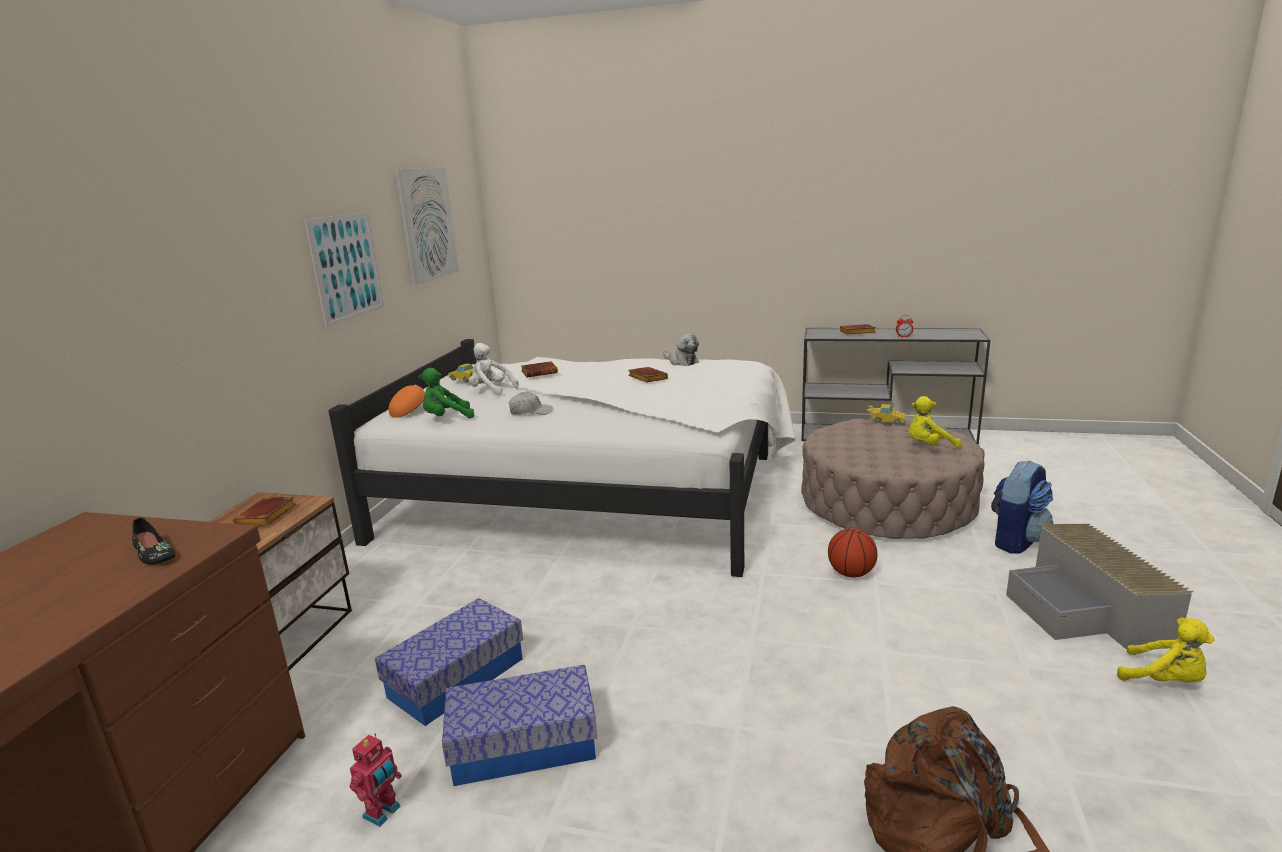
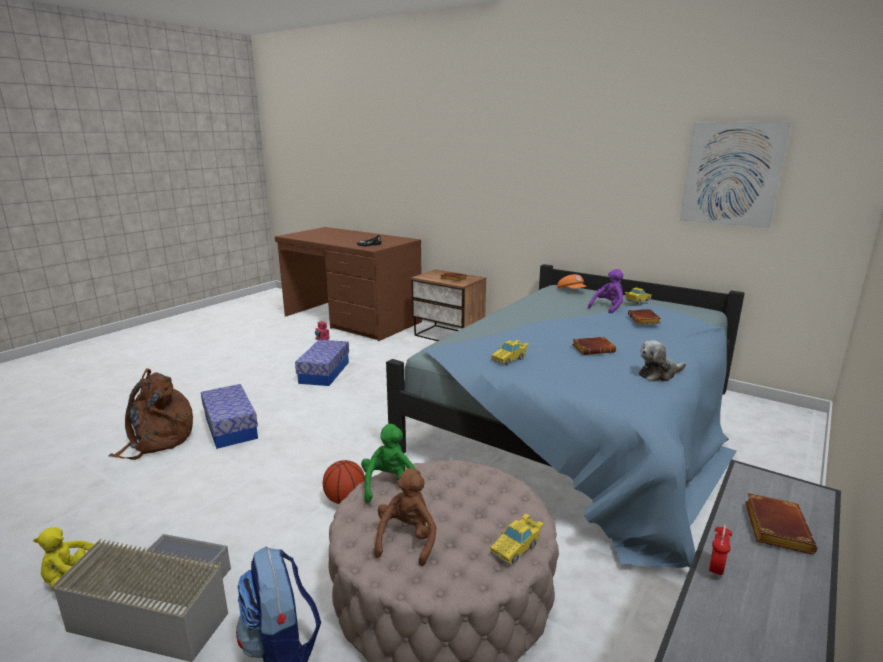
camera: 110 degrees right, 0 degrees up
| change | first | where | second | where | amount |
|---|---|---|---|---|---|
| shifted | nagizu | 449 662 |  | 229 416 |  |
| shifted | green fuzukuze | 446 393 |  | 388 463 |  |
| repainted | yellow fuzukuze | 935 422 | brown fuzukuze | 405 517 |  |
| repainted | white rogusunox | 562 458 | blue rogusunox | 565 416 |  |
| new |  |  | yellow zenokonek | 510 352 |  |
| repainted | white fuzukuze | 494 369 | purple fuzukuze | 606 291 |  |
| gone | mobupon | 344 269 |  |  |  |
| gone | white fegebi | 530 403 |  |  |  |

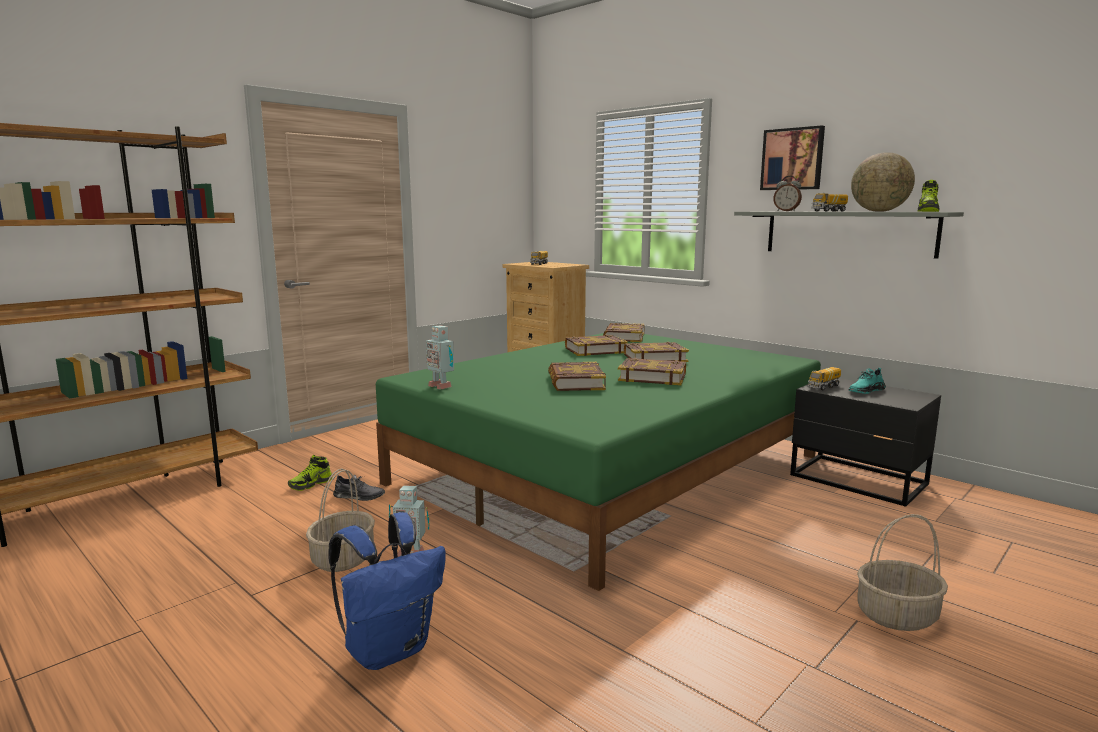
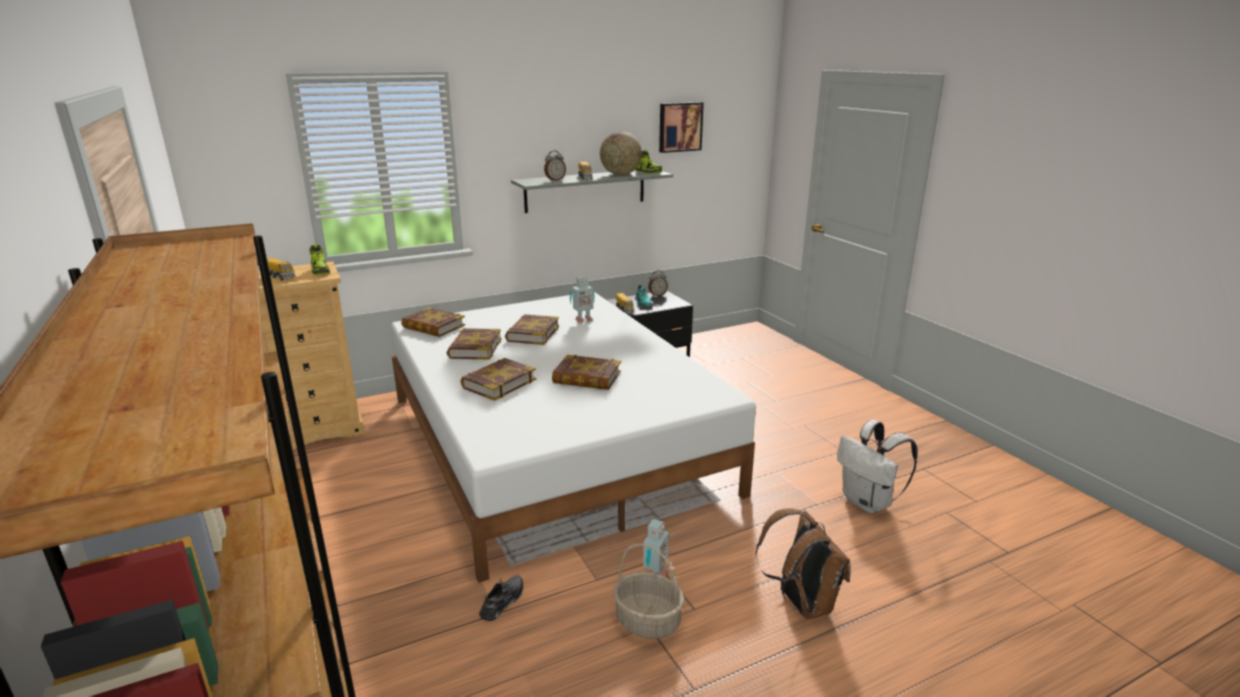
camera: 70 degrees left, 10 degrees up
| change | first | where | second | where | amount |
|---|---|---|---|---|---|
| shifted | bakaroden | 310 473 |  | 320 259 |  |
| repainted | green rogusunox | 598 462 | white rogusunox | 573 437 |  |
| shifted | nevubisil | 652 371 |  | 498 379 |  |
| shifted | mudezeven | 440 357 |  | 582 299 |  |
| new |  |  | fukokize | 658 283 |  |
| shifted | mobupon | 792 157 |  | 681 127 |  |
| repainted | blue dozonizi | 387 591 | brown dozonizi | 803 563 |  |
| new |  |  | white dozonizi | 877 466 |  |
| gone | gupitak | 902 572 |  |  |  |

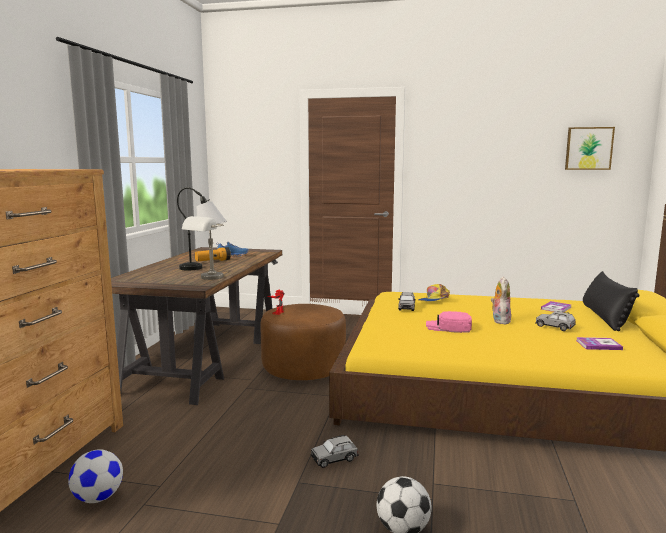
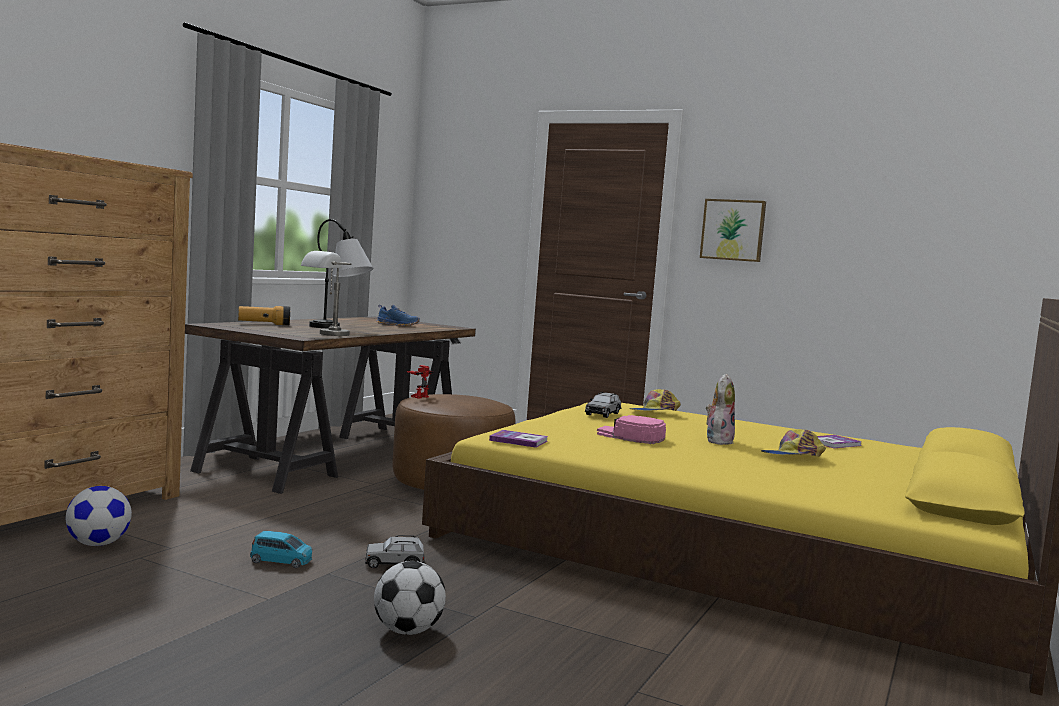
camera: 15 degrees right, 5 degrees down
| change | first | where | second | where | amount |
|---|---|---|---|---|---|
| shifted | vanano | 213 254 |  | 264 315 |  |
| new |  |  | blue zenokonek | 281 549 |  |
| shifted | nevubisil | 599 343 |  | 518 439 |  |
| shifted | mobupon | 590 148 |  | 733 230 |  |
| swapped | grey zenokonek | 555 321 | fegebi | 793 443 |  |
| gone | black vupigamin | 611 301 |  |  |  |

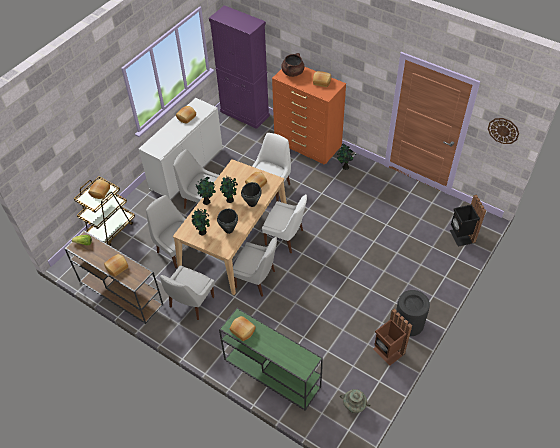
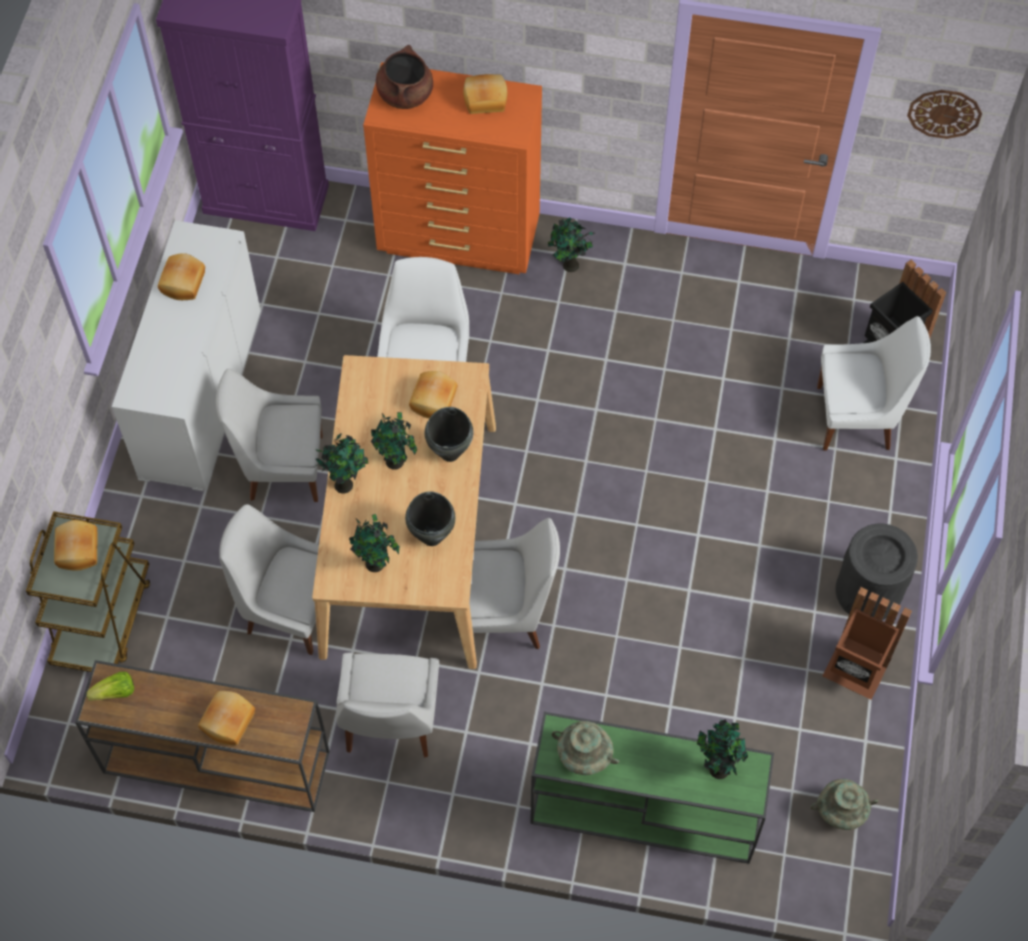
camera: 25 degrees left, 10 degrees up
| change | first | where | second | where | amount |
|---|---|---|---|---|---|
| swapped | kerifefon | 243 328 | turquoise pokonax | 585 748 |  |
| new |  |  | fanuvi | 722 749 |  |
| shifted | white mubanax | 284 223 |  | 874 383 |  |

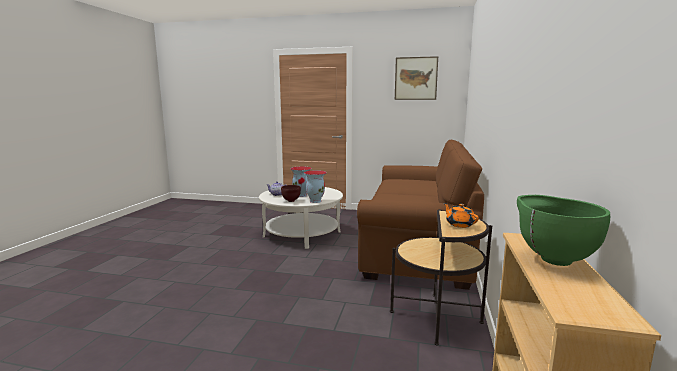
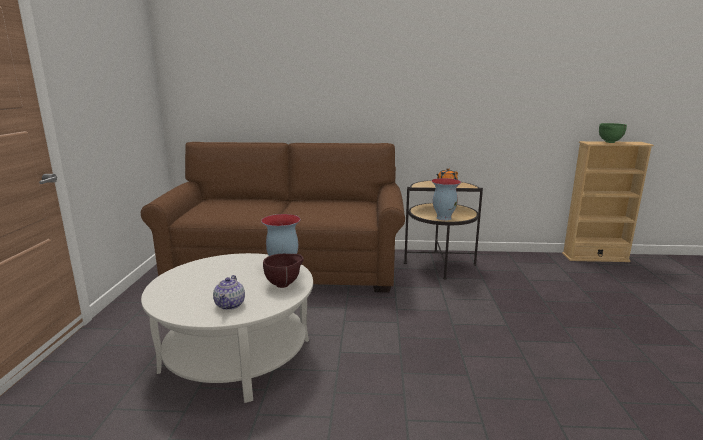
camera: 100 degrees left, 5 degrees up
| change | first | where | second | where | amount |
|---|---|---|---|---|---|
| shifted | pokonax | 301 182 |  | 446 199 |  |
| gone | mobupon | 416 78 |  |  |  |

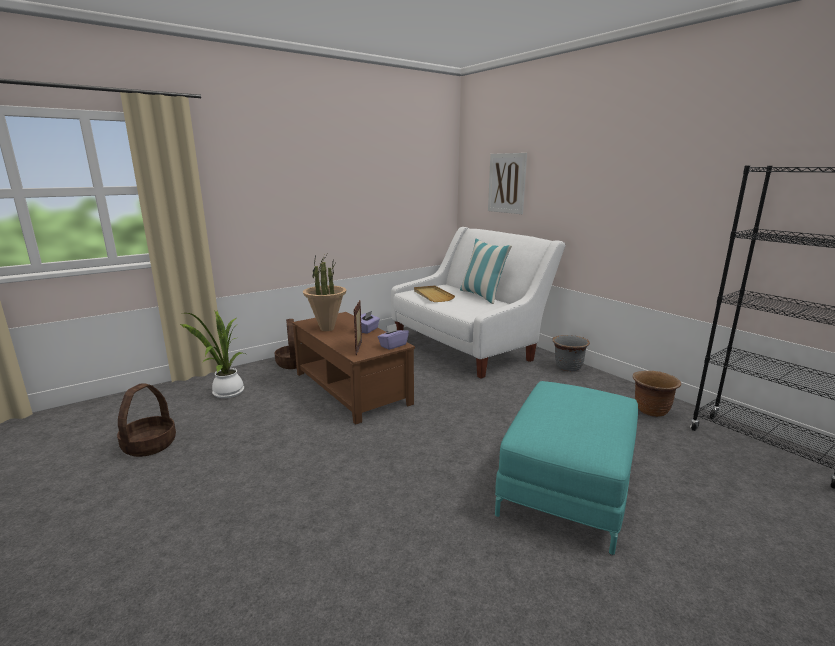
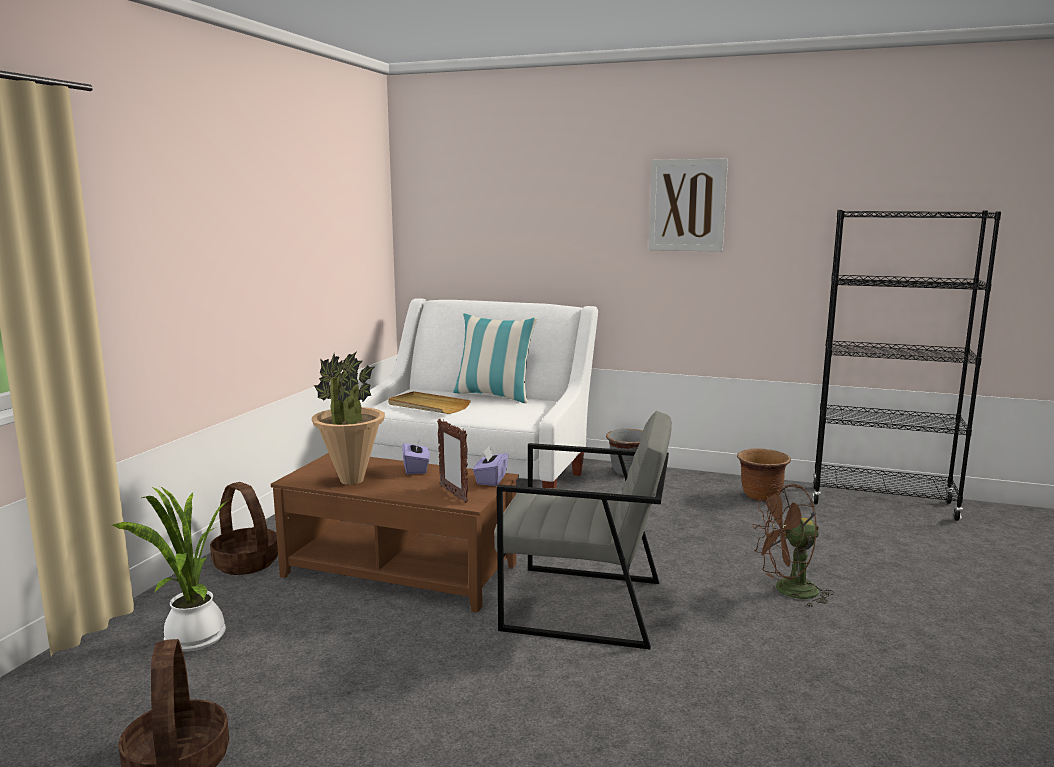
camera: 35 degrees left, 5 degrees down
| change | first | where | second | where | amount |
|---|---|---|---|---|---|
| new |  |  | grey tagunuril | 583 530 |  |
| shifted | mobupon | 507 183 |  | 688 205 |  |
| swapped | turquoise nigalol | 566 468 | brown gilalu | 793 546 |  |

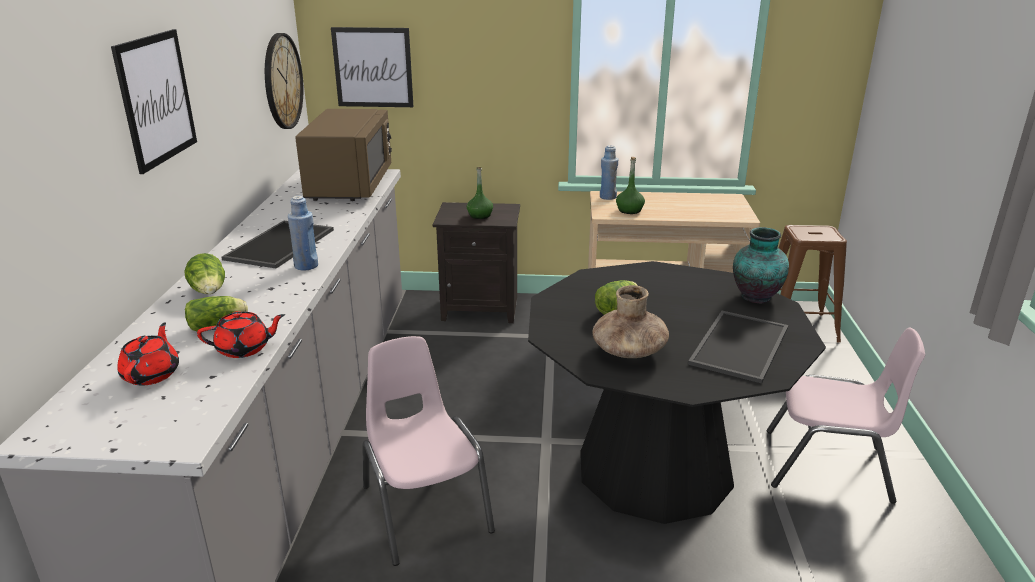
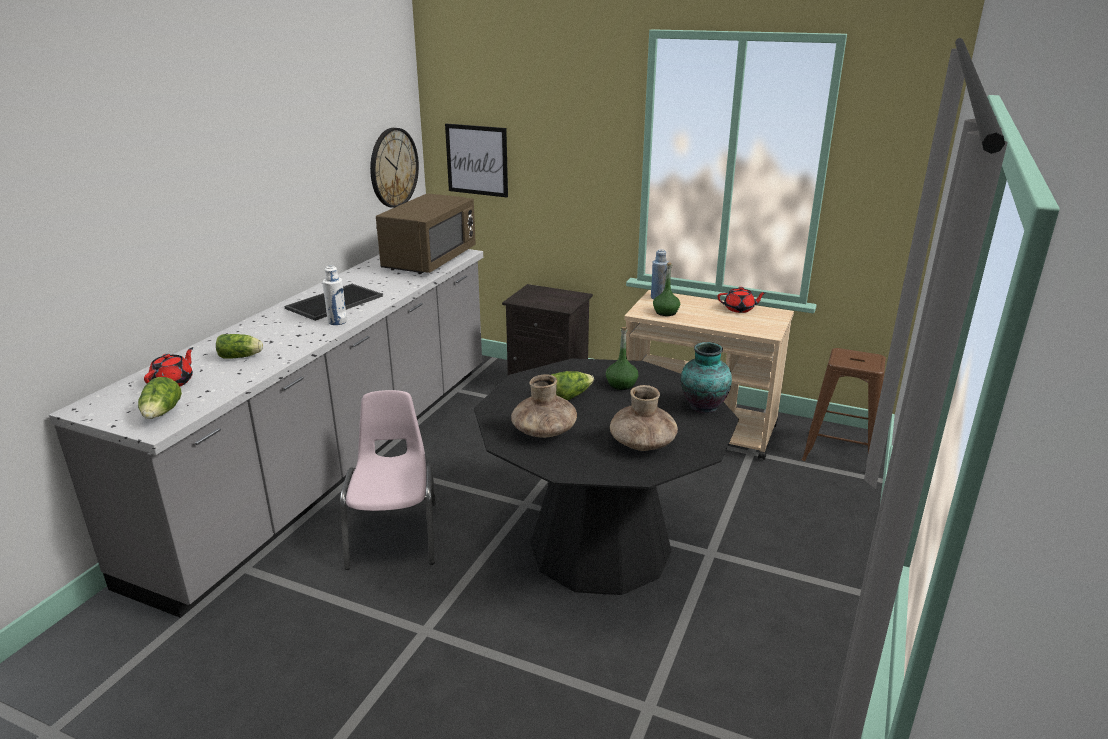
camera: 20 degrees right, 0 degrees up
| change | first | where | second | where | amount |
|---|---|---|---|---|---|
| shifted | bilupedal | 204 273 |  | 160 398 |  |
| repainted | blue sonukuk | 303 233 | white sonukuk | 334 295 |  |
| shifted | green sonukuk | 480 192 |  | 622 358 |  |
| swapped | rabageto | 738 347 | brown pokonax | 644 418 |  |
| shifted | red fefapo | 241 334 |  | 742 300 |  |
| gone | mobupon | 154 101 |  |  |  |
| gone | pink mubanax | 846 415 |  |  |  |

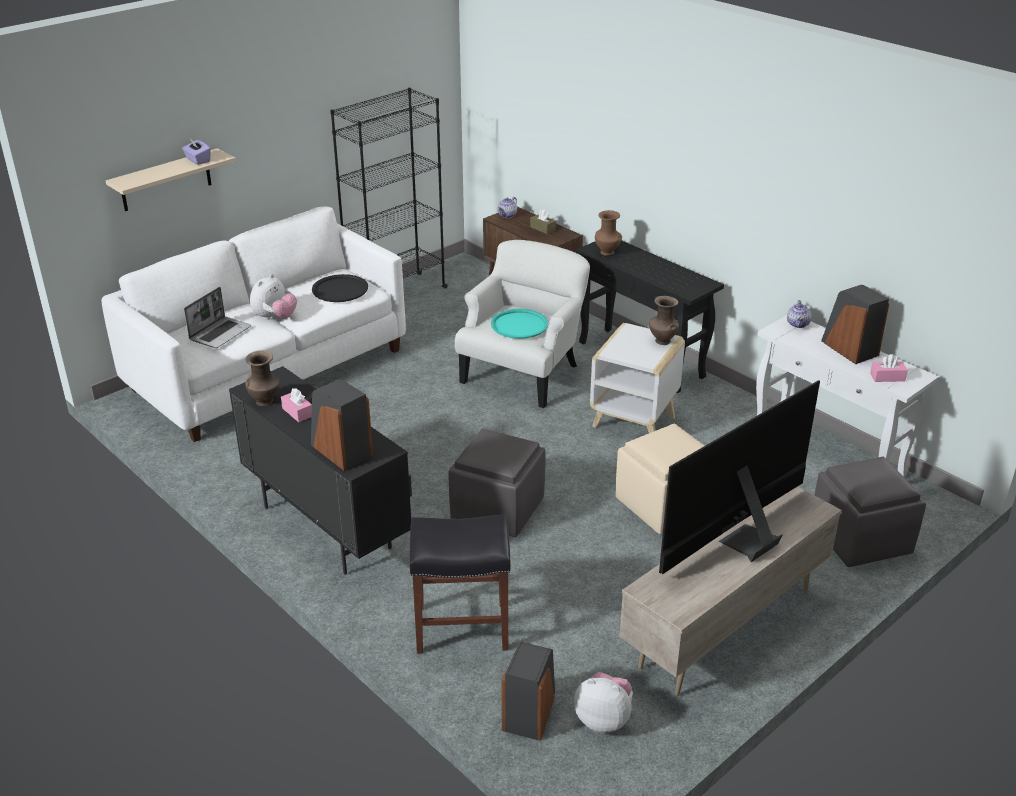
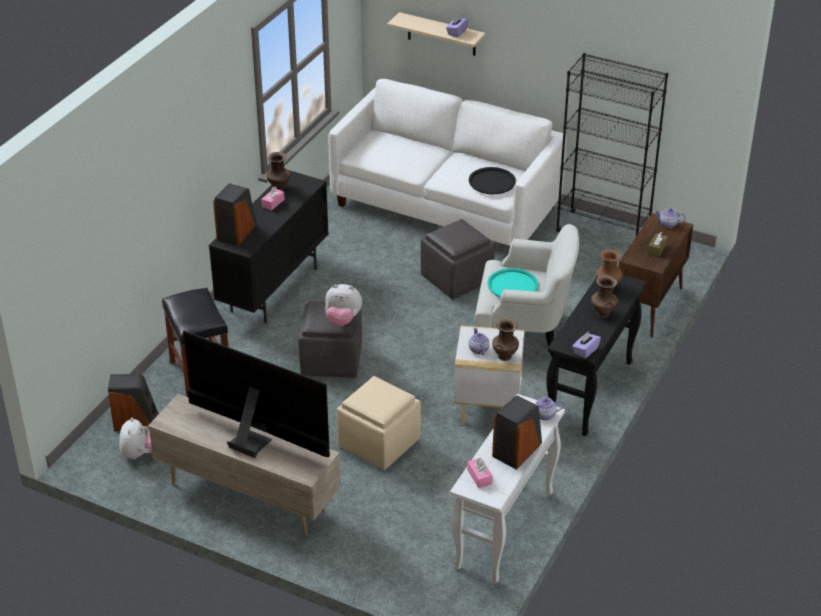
camera: 70 degrees right, 5 degrees up
| change | first | where | second | where | amount |
|---|---|---|---|---|---|
| shifted | fuzukuze | 273 297 |  | 343 305 |  |
| shifted | grey nigalol | 870 512 |  | 458 259 |  |
| new |  |  | fefapo | 479 341 |  |
| new |  |  | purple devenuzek | 586 345 |  |
| new |  |  | brown pokonax | 604 296 |  |
| gone | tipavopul | 217 317 |  |  |  |

